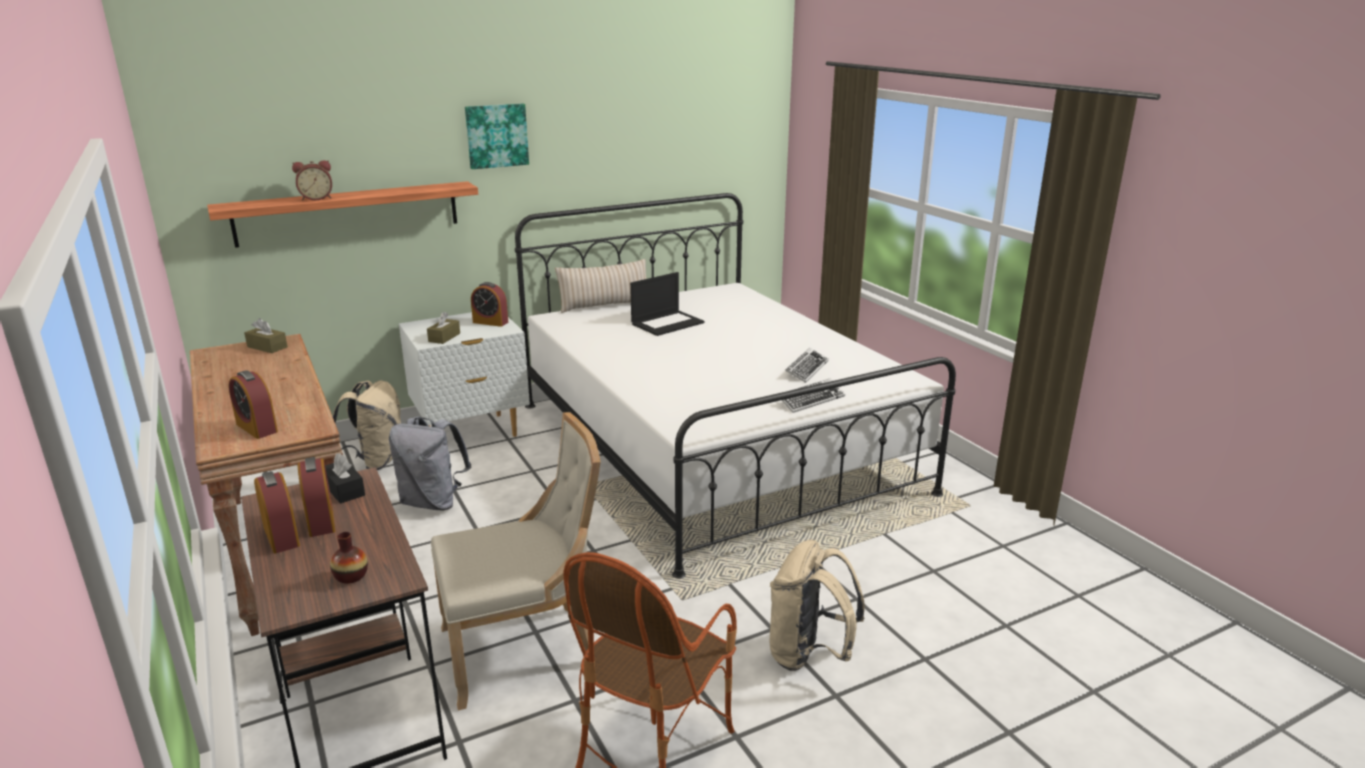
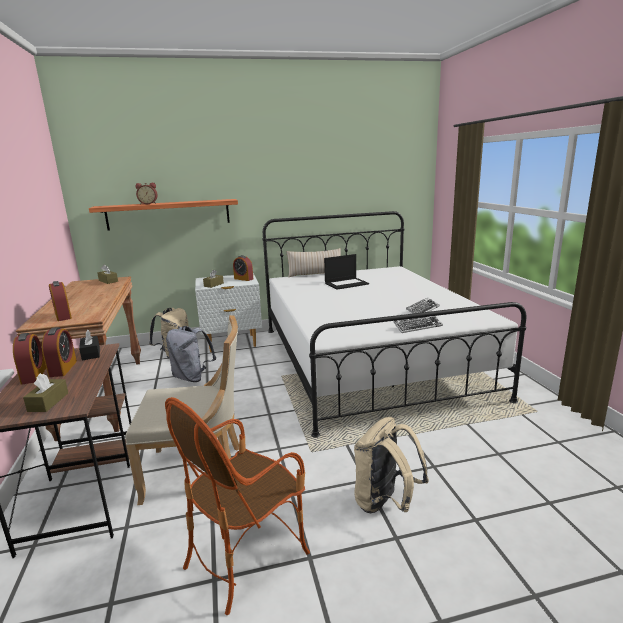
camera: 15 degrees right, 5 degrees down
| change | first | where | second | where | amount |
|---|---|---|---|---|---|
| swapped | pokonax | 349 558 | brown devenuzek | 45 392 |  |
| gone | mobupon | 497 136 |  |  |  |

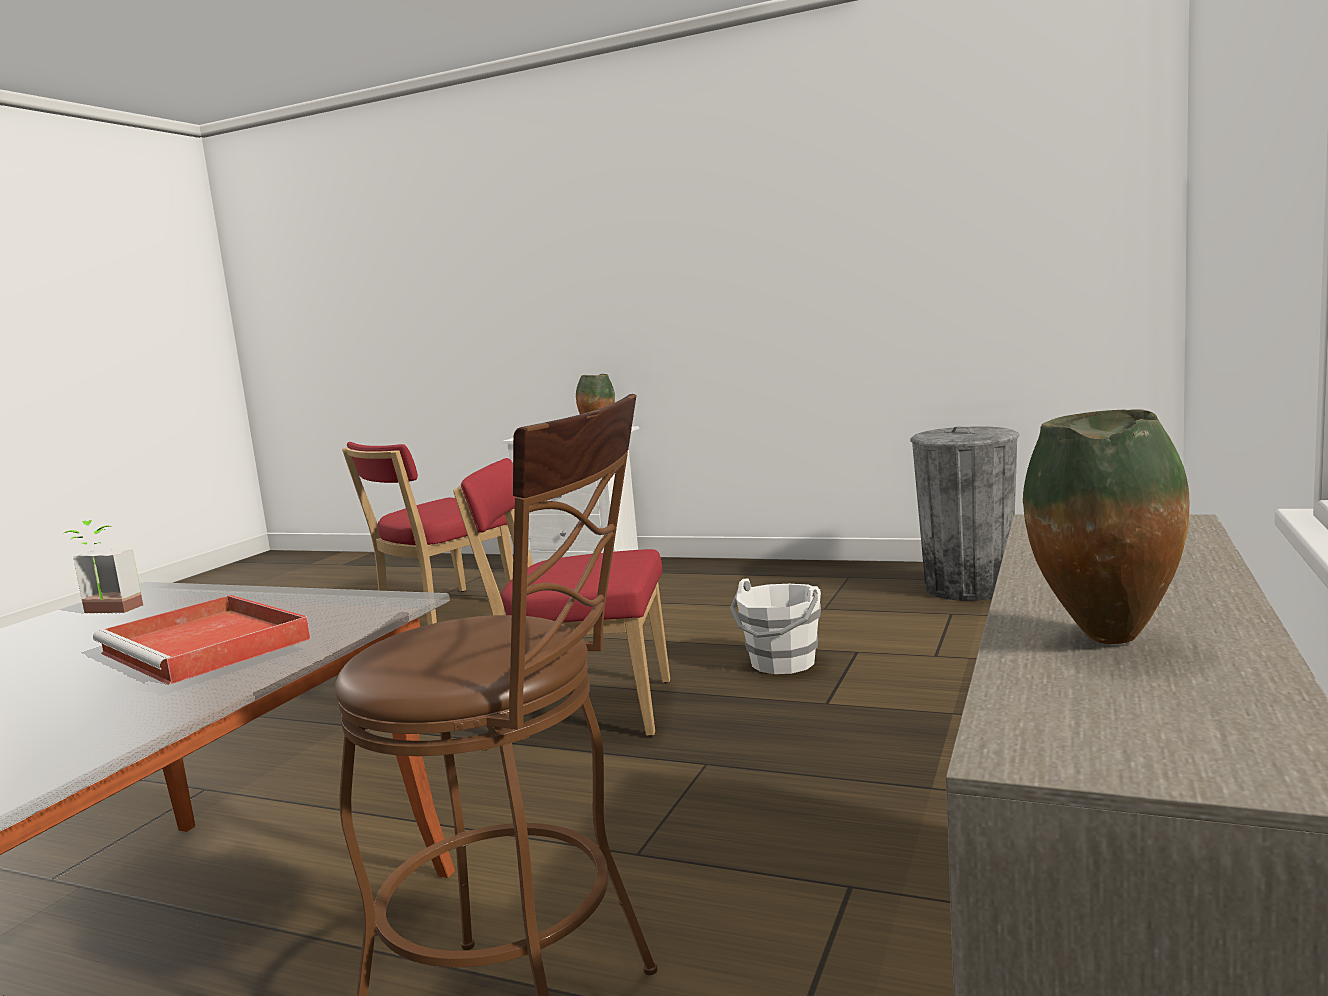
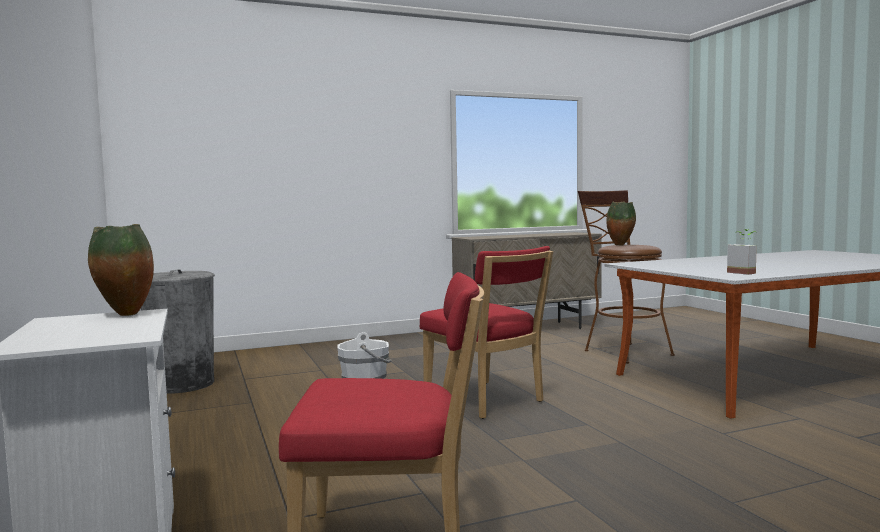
camera: 135 degrees left, 5 degrees down
| change | first | where | second | where | amount |
|---|---|---|---|---|---|
| shifted | pokonax | 1106 526 |  | 621 223 |  |
| gone | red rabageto | 202 640 |  |  |  |

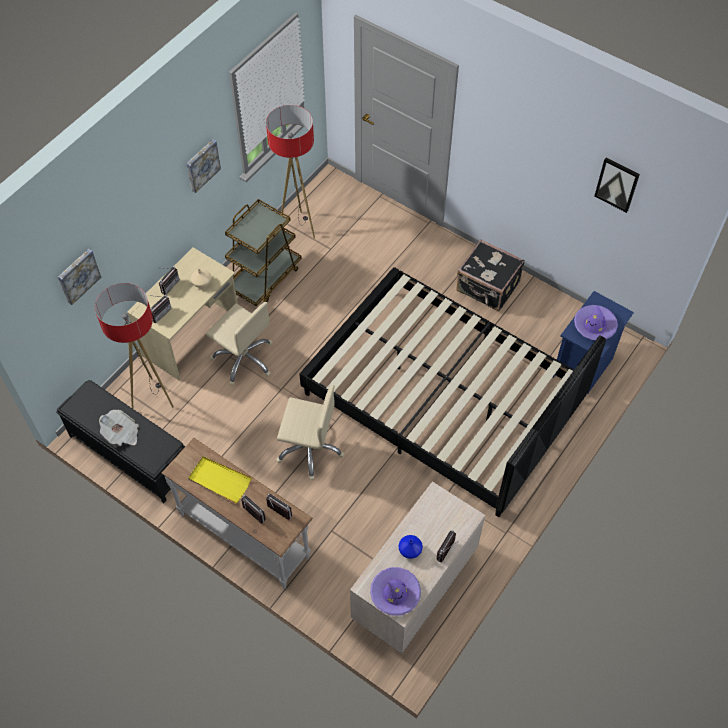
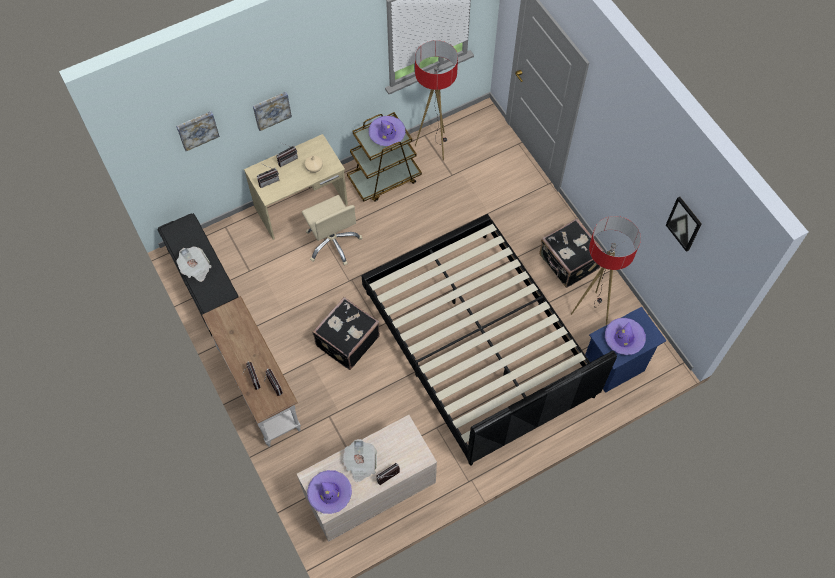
camera: 25 degrees right, 5 degrees up
| change | first | where | second | where | amount |
|---|---|---|---|---|---|
| shifted | mobupon | 203 166 |  | 272 111 |  |
| swapped | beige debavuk | 310 432 | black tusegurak | 346 333 |  |
| swapped | blue pokonax | 411 547 | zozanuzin | 359 460 |  |
| new |  |  | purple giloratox | 387 131 |  |
| shifted | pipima | 134 346 |  | 606 270 |  |
| gone | yellow rabageto | 220 480 |  |  |  |

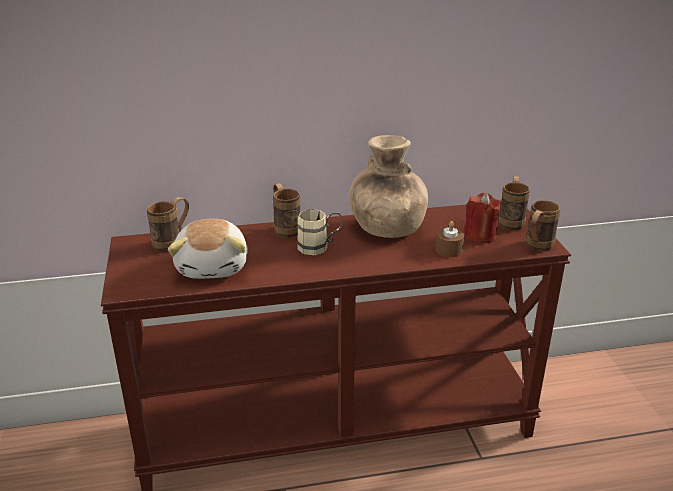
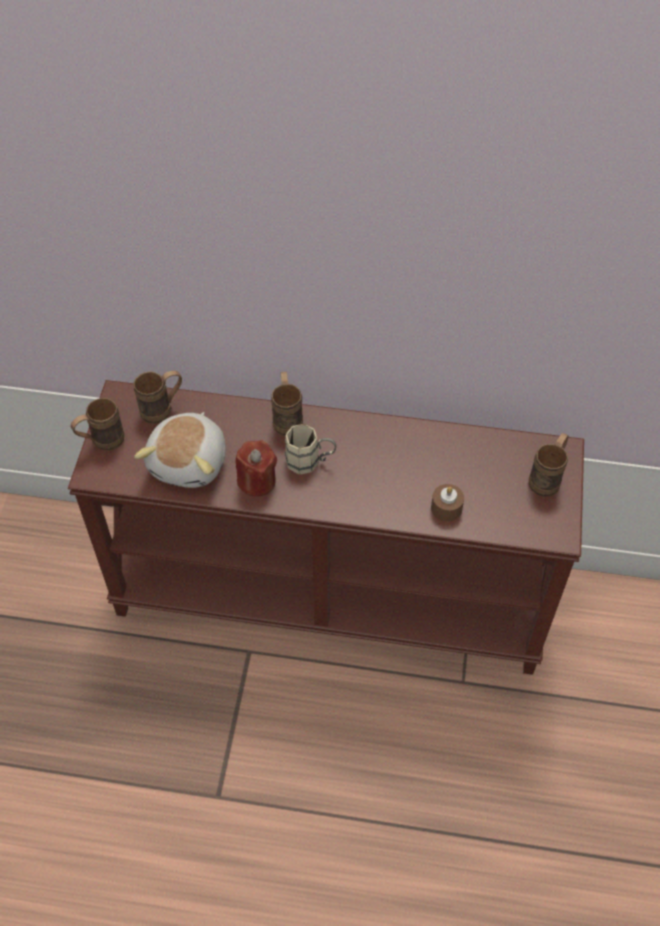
camera: 20 degrees right, 25 degrees up
| change | first | where | second | where | amount |
|---|---|---|---|---|---|
| shifted | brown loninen | 543 225 |  | 97 424 |  |
| shifted | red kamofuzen | 483 218 |  | 256 468 |  |
| gone | brown pokonax | 388 186 |  |  |  |

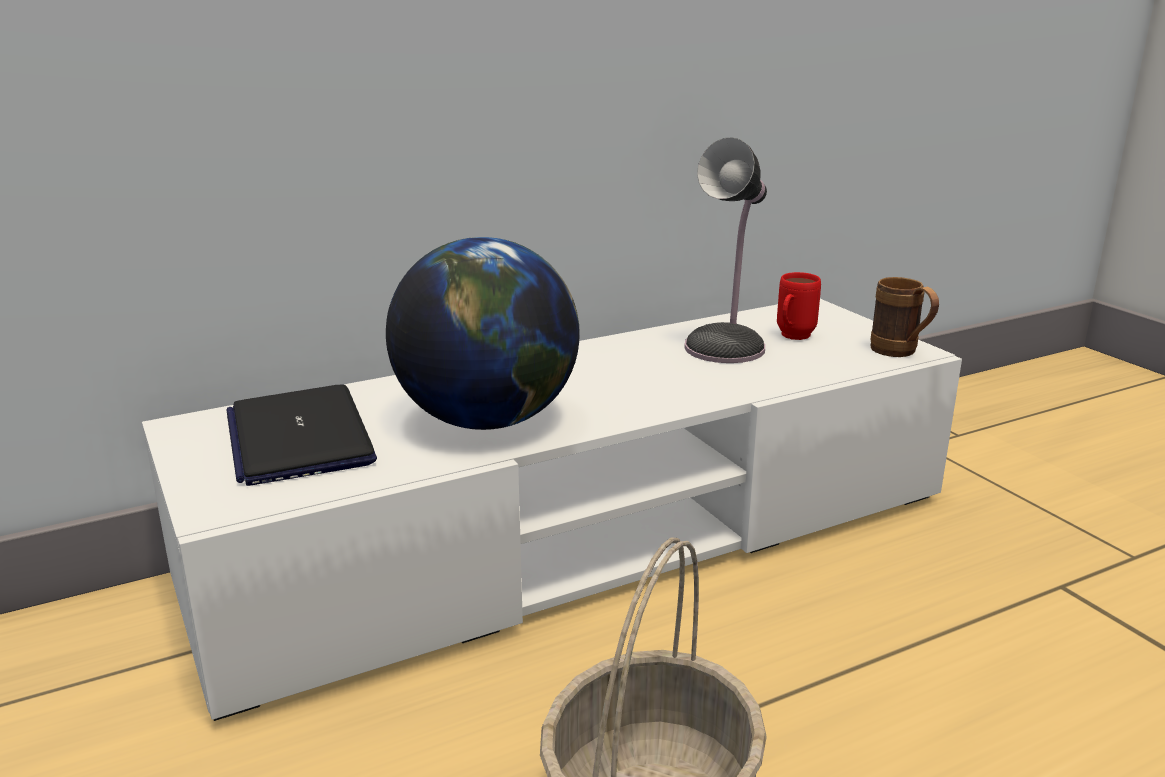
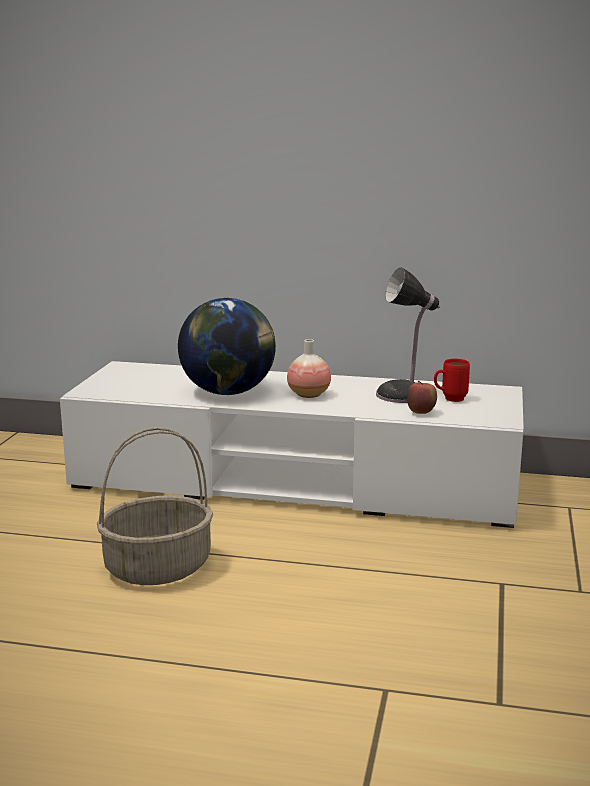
camera: 40 degrees right, 5 degrees down
| change | first | where | second | where | amount |
|---|---|---|---|---|---|
| new |  |  | pokonax | 309 368 |  |
| new |  |  | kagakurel | 422 397 |  |
| gone | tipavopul | 301 435 |  |  |  |
| gone | brown loninen | 904 317 |  |  |  |

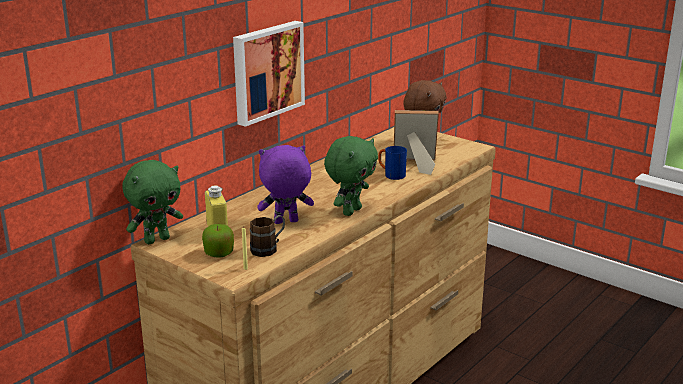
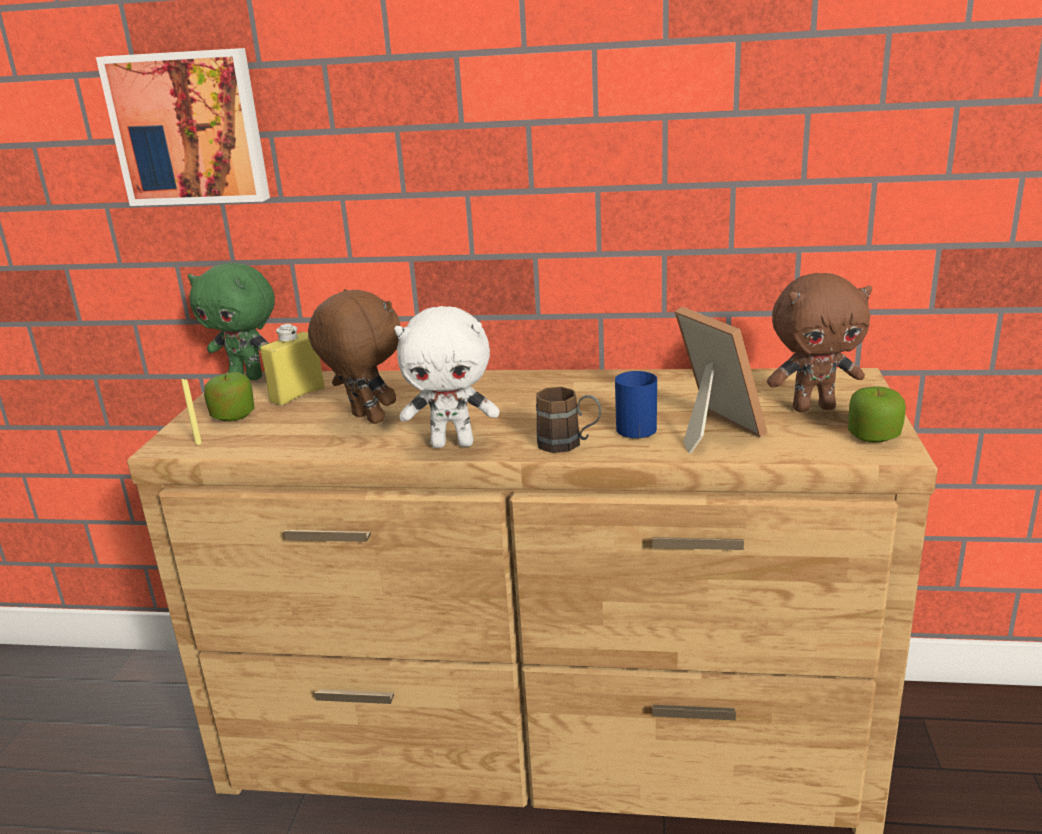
camera: 60 degrees right, 0 degrees up
| change | first | where | second | where | amount |
|---|---|---|---|---|---|
| shifted | mobupon | 269 74 |  | 183 127 |  |
| repainted | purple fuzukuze | 285 184 | brown fuzukuze | 354 356 |  |
| repainted | green fuzukuze | 351 176 | white fuzukuze | 446 377 |  |
| shifted | brown loninen | 267 236 |  | 568 420 |  |
| new |  |  | kagakurel | 877 414 |  |

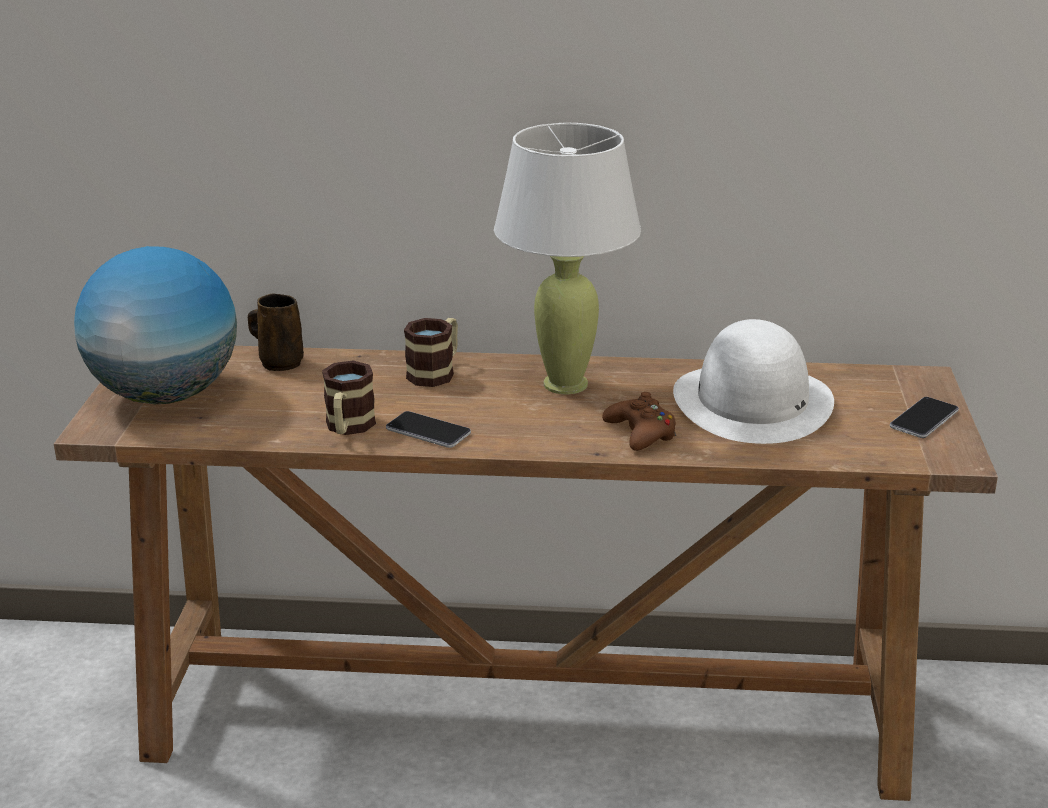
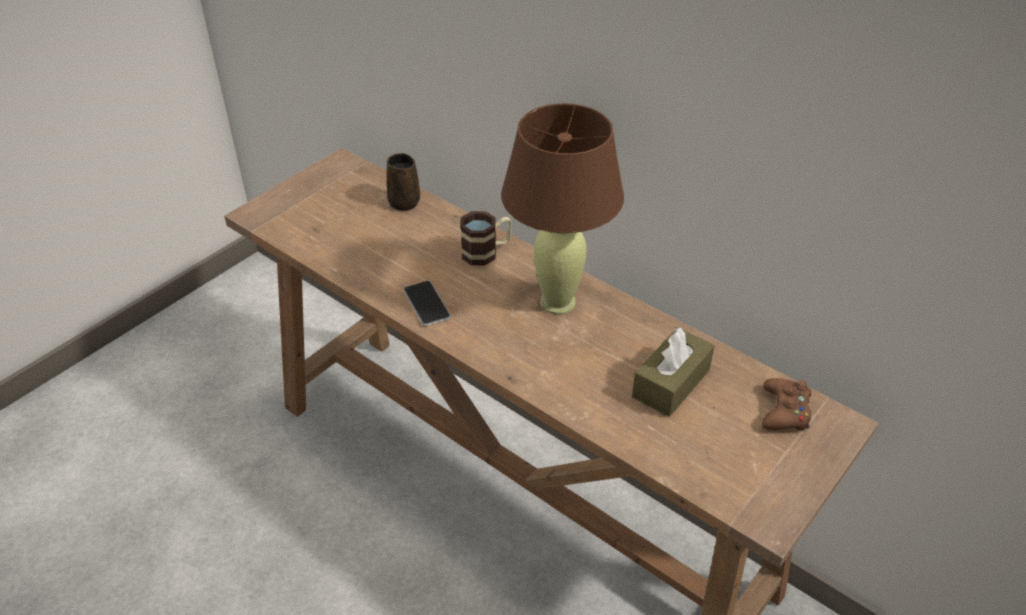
camera: 35 degrees right, 15 degrees up
| change | first | where | second | where | amount |
|---|---|---|---|---|---|
| repainted | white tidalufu | 567 258 | brown tidalufu | 562 208 |  |
| swapped | white giloratox | 753 381 | brown devenuzek | 673 372 |  |
| shifted | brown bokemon | 639 421 |  | 786 404 |  |
| gone | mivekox | 155 325 |  |  |  |
| gone | loninen | 349 398 |  |  |  |
| gone | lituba | 924 417 |  |  |  |

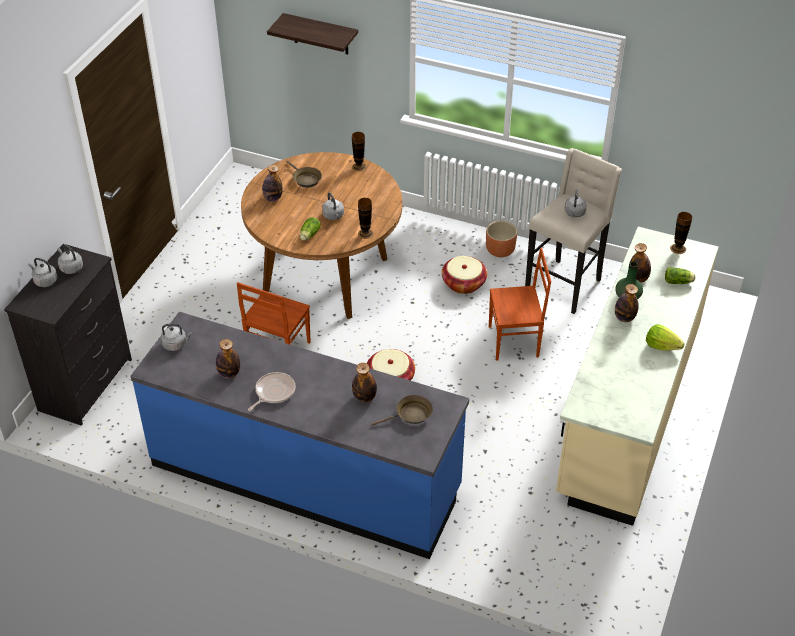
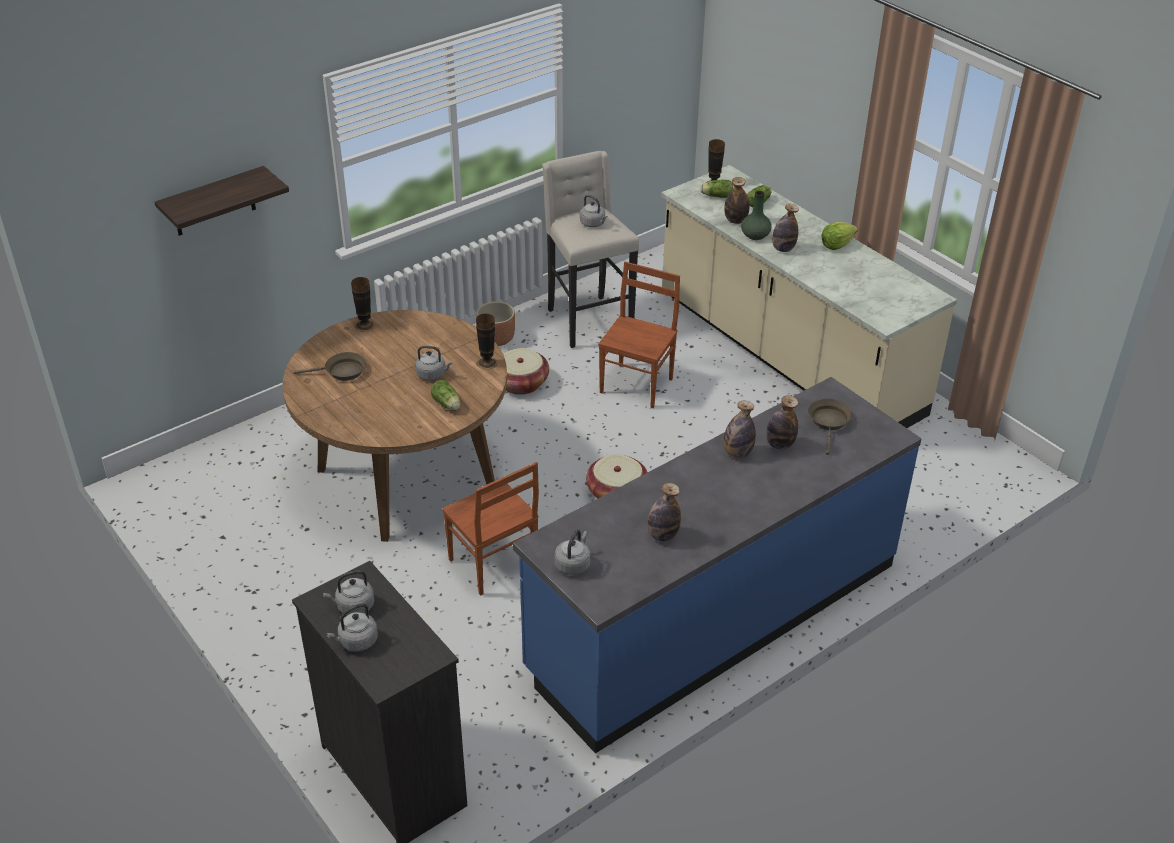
camera: 60 degrees left, 5 degrees down
| change | first | where | second | where | amount |
|---|---|---|---|---|---|
| new |  |  | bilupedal | 716 189 |  |
| shifted | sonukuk | 272 183 |  | 740 429 |  |
| gone | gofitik | 271 391 |  |  |  |

